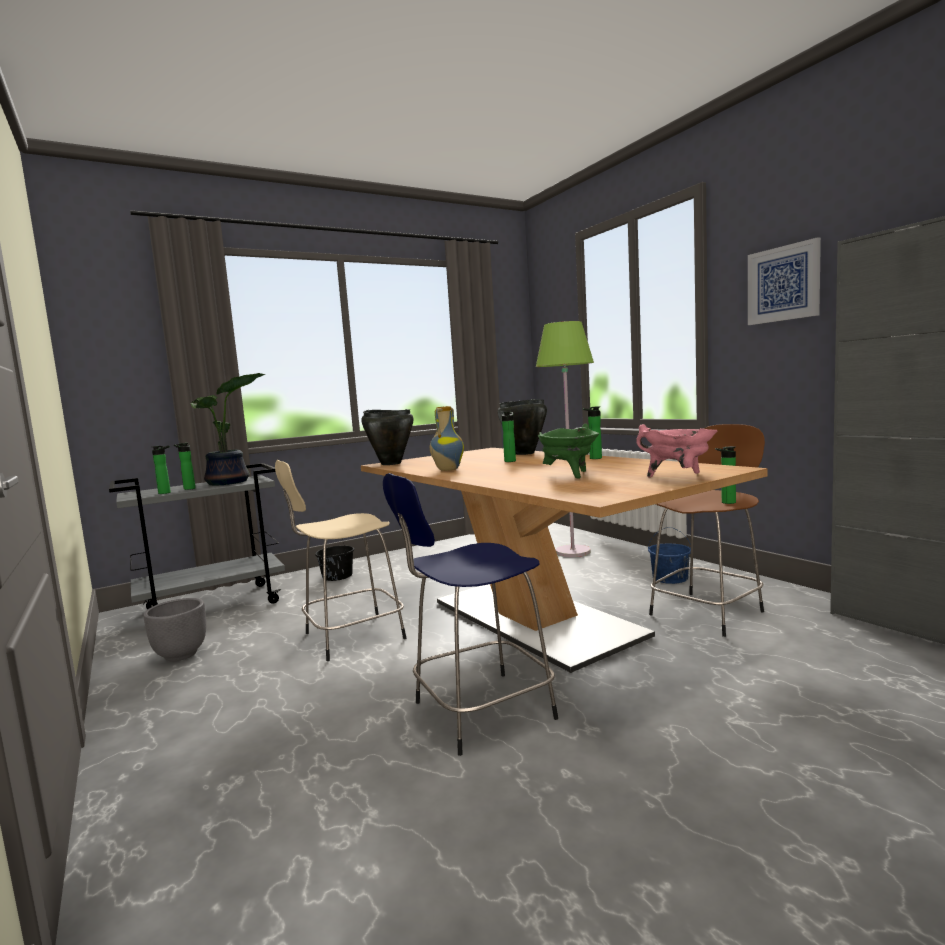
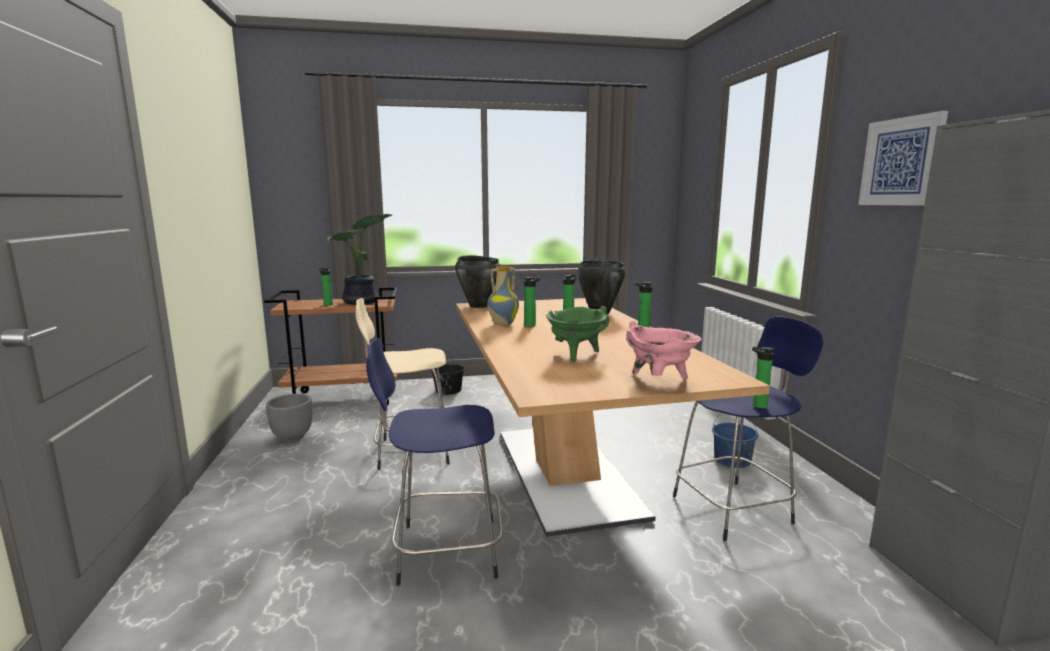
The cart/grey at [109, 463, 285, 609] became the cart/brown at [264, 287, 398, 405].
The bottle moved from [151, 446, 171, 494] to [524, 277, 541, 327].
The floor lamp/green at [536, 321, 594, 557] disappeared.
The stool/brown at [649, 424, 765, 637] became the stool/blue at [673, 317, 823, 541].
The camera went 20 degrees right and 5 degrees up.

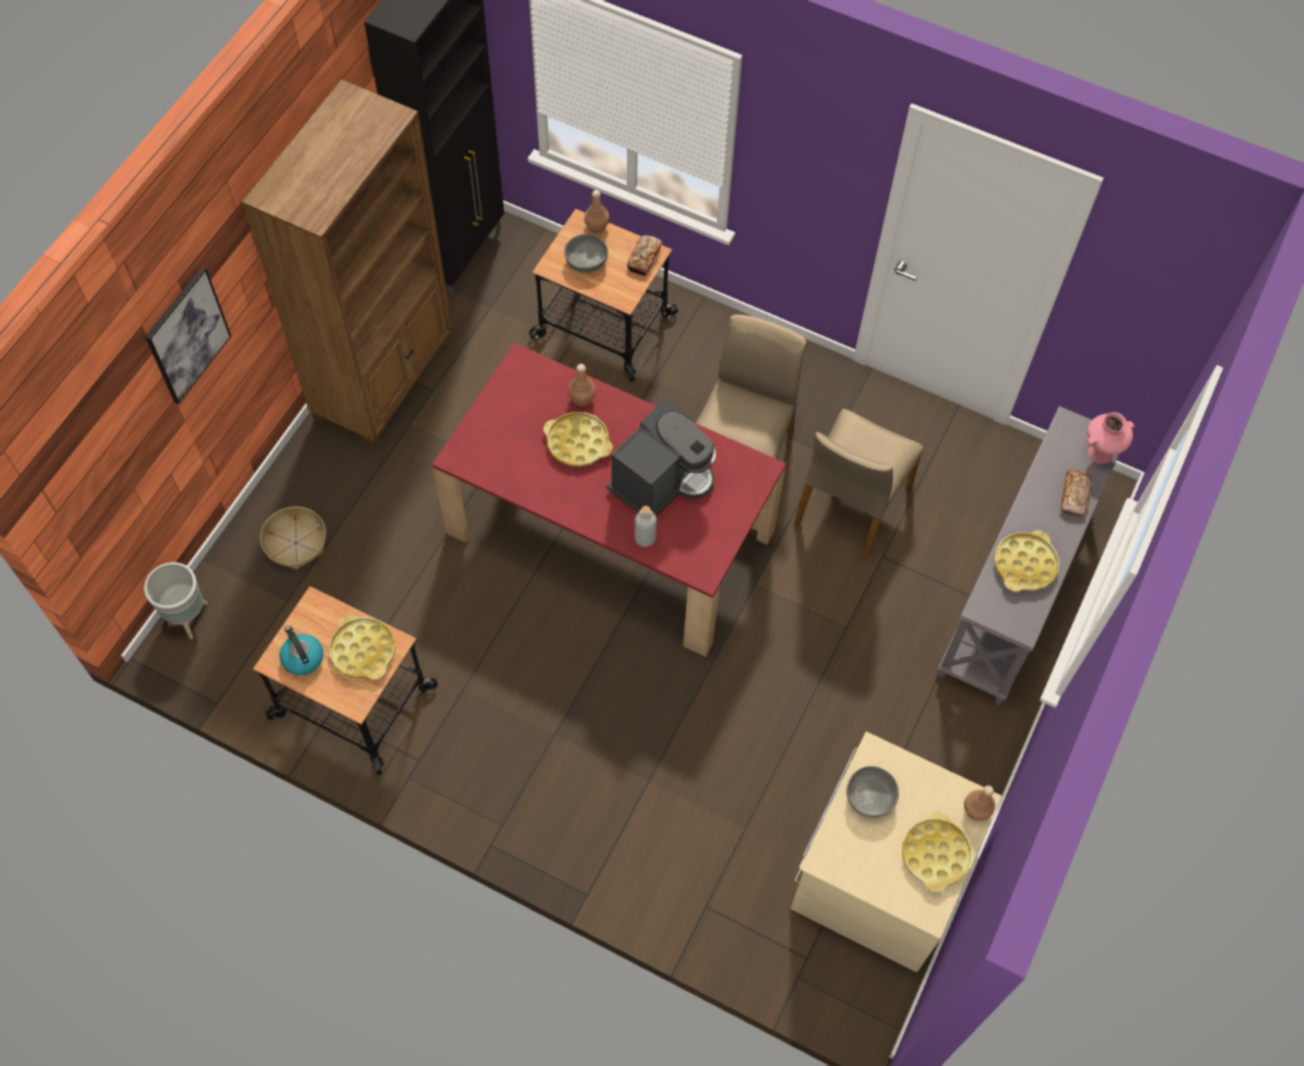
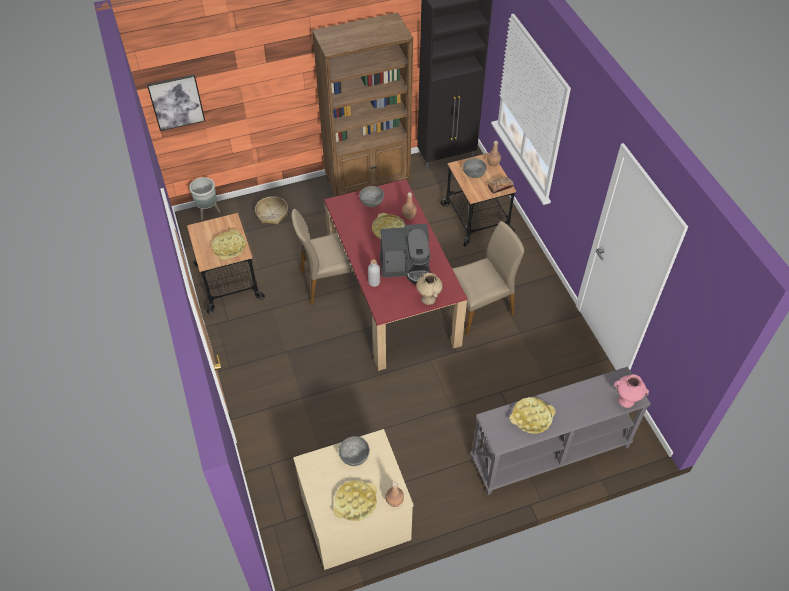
The picture moved from [145, 266, 232, 404] to [147, 74, 205, 131].
The kettle at [280, 626, 323, 675] disappeared.
The chair/beige moved from [794, 409, 923, 559] to [291, 209, 363, 305].
The bread at [1061, 470, 1092, 517] disappeared.
The bowl/grey at [359, 186, 384, 207] appeared.
The vase/beige at [416, 273, 443, 305] appeared.
The camera went 45 degrees right and 10 degrees down.

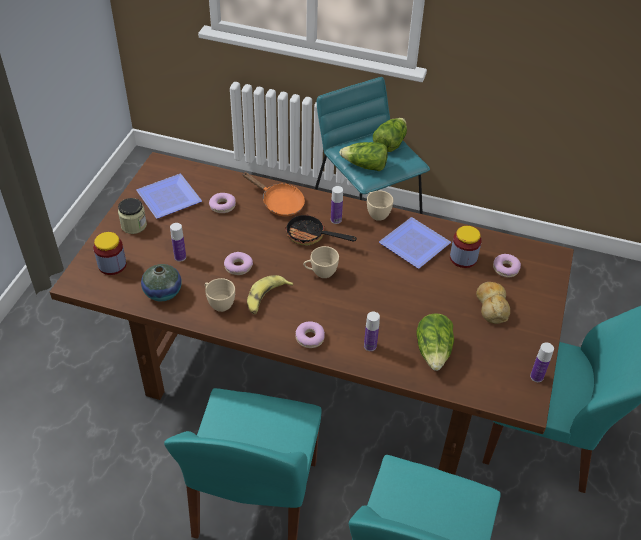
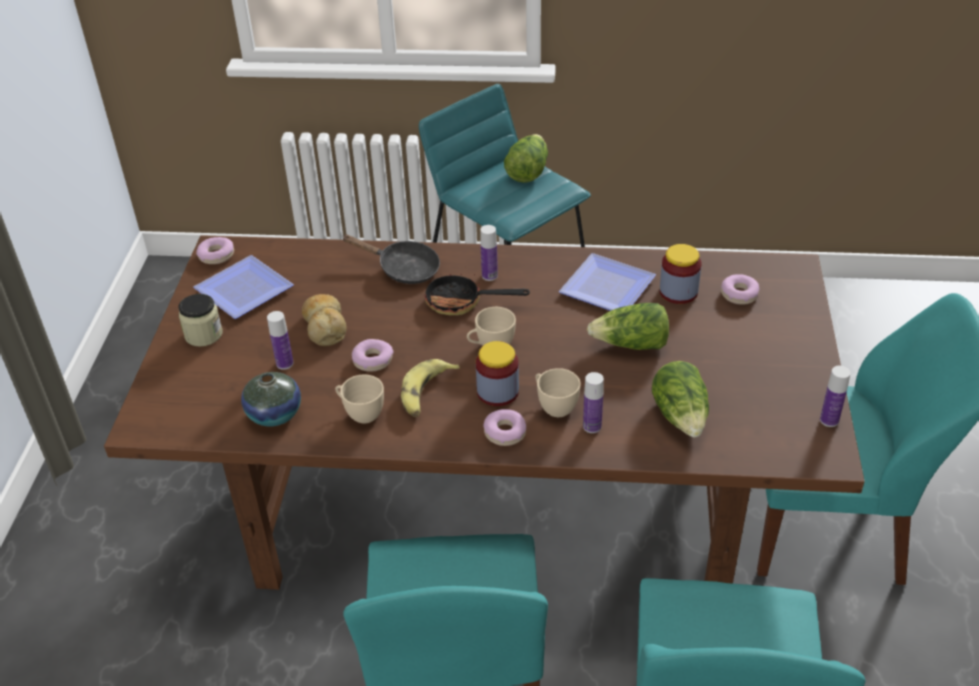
The jar moved from [93, 232, 127, 275] to [476, 341, 519, 406].
The donut moved from [209, 193, 236, 213] to [196, 237, 234, 264].
The frying pan/orange at [242, 172, 305, 216] became the frying pan/black at [342, 235, 440, 284].
The lettuce moved from [339, 142, 388, 171] to [587, 303, 669, 350].
The cup/beige moved from [367, 191, 394, 221] to [535, 368, 581, 417].
The bread moved from [476, 282, 510, 324] to [302, 294, 347, 346].
The camera went 10 degrees left and 5 degrees down.

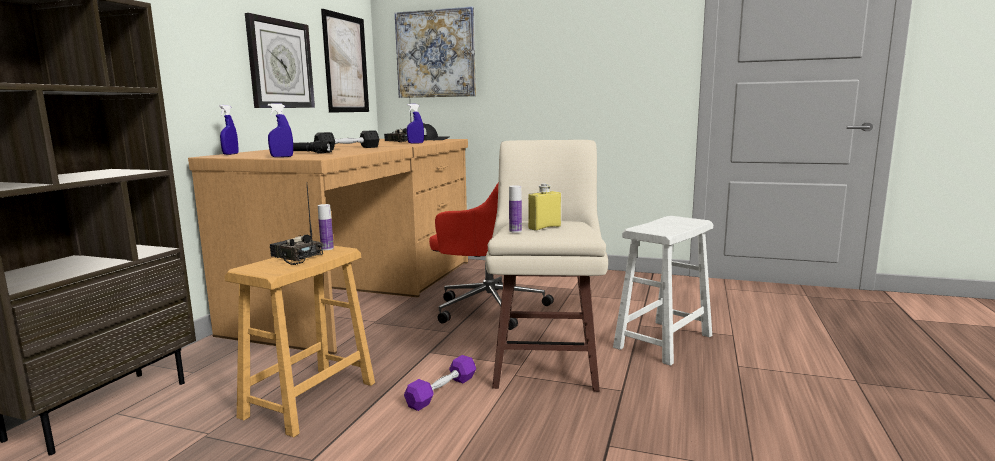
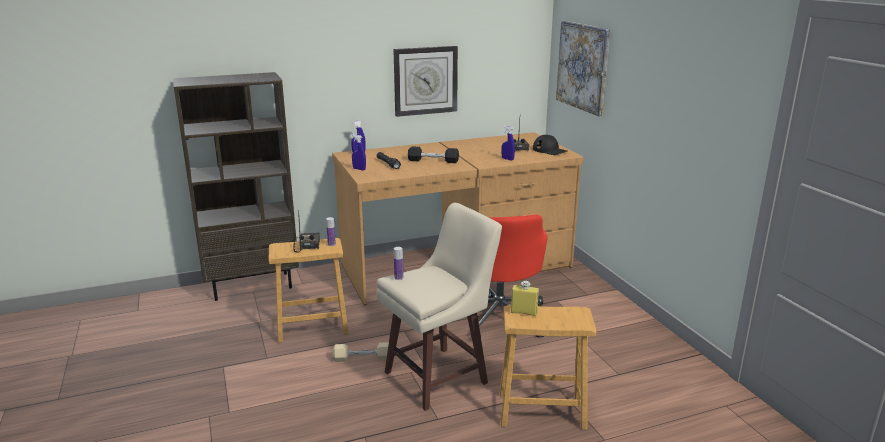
The picture at [321, 9, 369, 113] disappeared.
The dumbbell/purple at [404, 355, 476, 411] became the dumbbell/beige at [333, 342, 389, 362].
The bottle/yellow moved from [528, 183, 561, 231] to [511, 281, 539, 316].
The stool/white at [613, 216, 713, 366] became the stool/brown at [500, 305, 596, 430].
The camera went 50 degrees right and 10 degrees up.

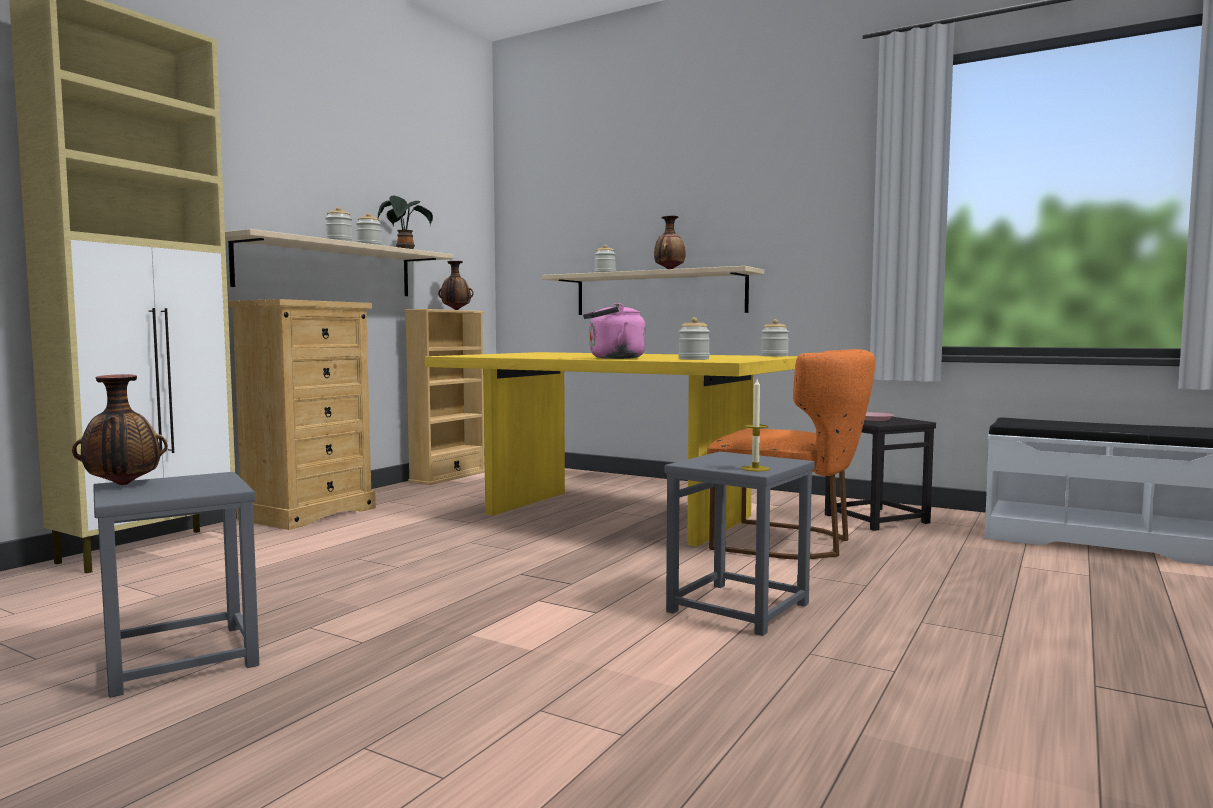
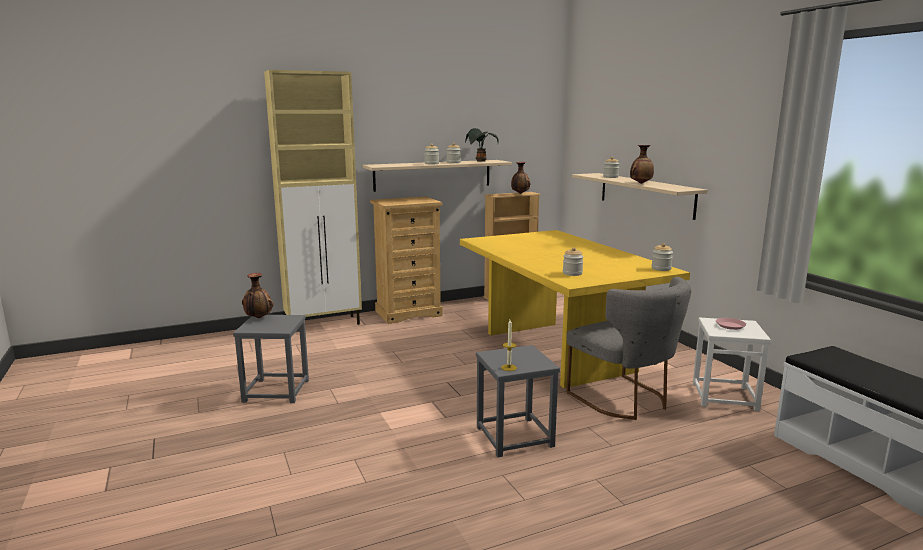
The kettle/pink at [583, 303, 646, 359] disappeared.
The chair/orange at [707, 349, 875, 559] became the chair/grey at [566, 277, 691, 420].
The stool/black at [825, 417, 936, 531] became the stool/white at [693, 318, 771, 411].
The camera went 35 degrees right and 10 degrees up.

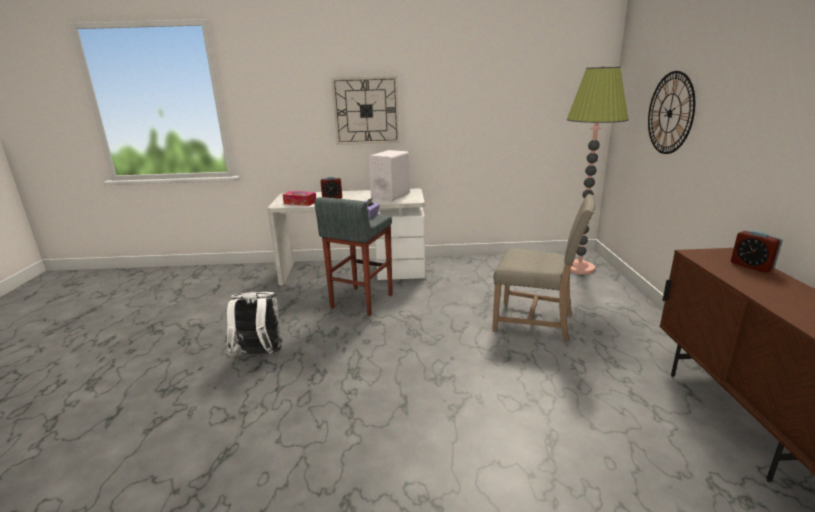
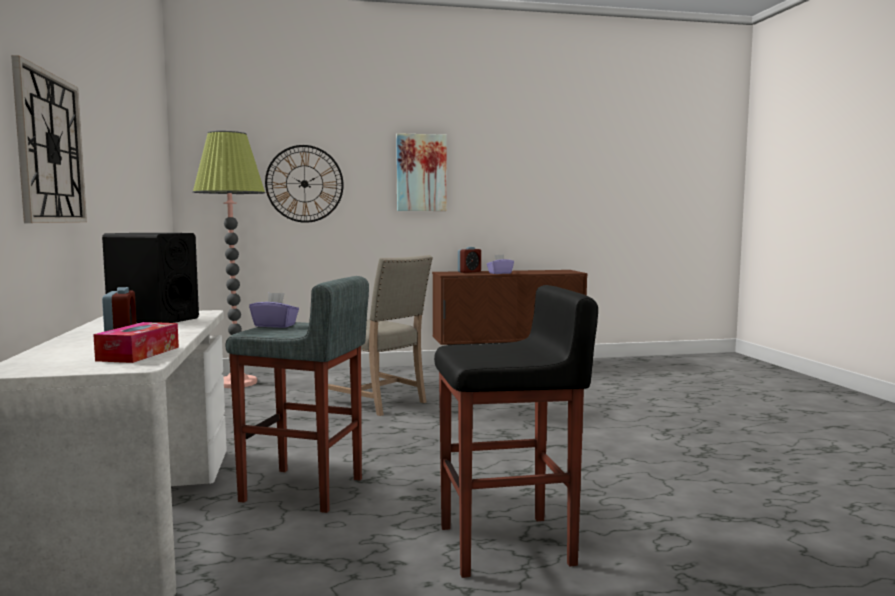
The backpack/white at [227, 292, 282, 355] was replaced by the stool/black at [434, 285, 598, 578].
The speaker/white at [369, 150, 410, 201] became the speaker/black at [102, 233, 199, 323].
The chair/beige at [492, 194, 595, 341] turned 120 degrees clockwise.
The picture at [396, 133, 447, 211] appeared.
The tissue box/purple at [487, 254, 514, 274] appeared.
The camera went 100 degrees left and 15 degrees down.

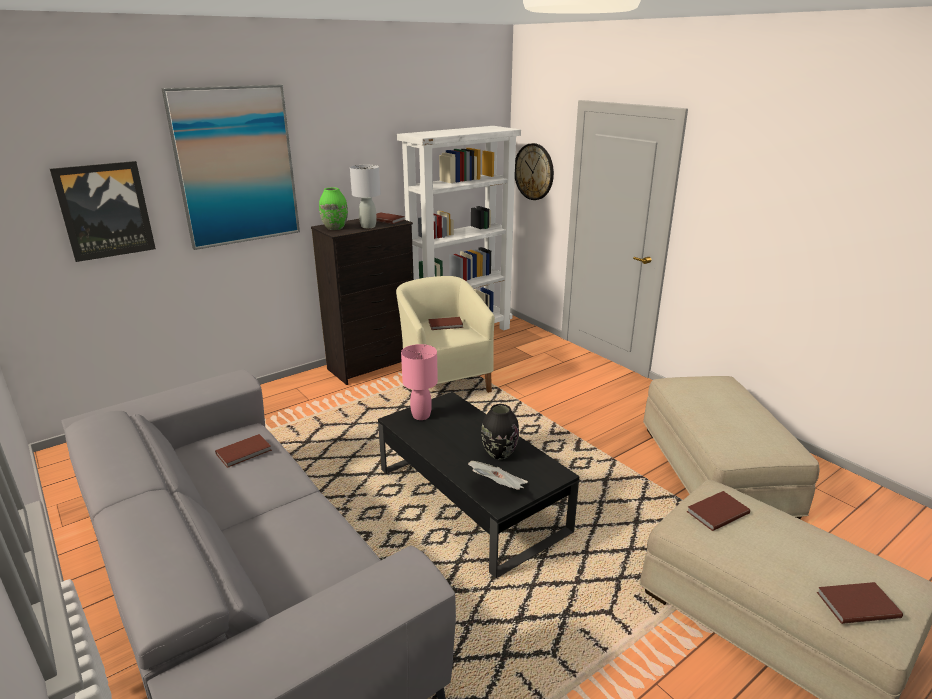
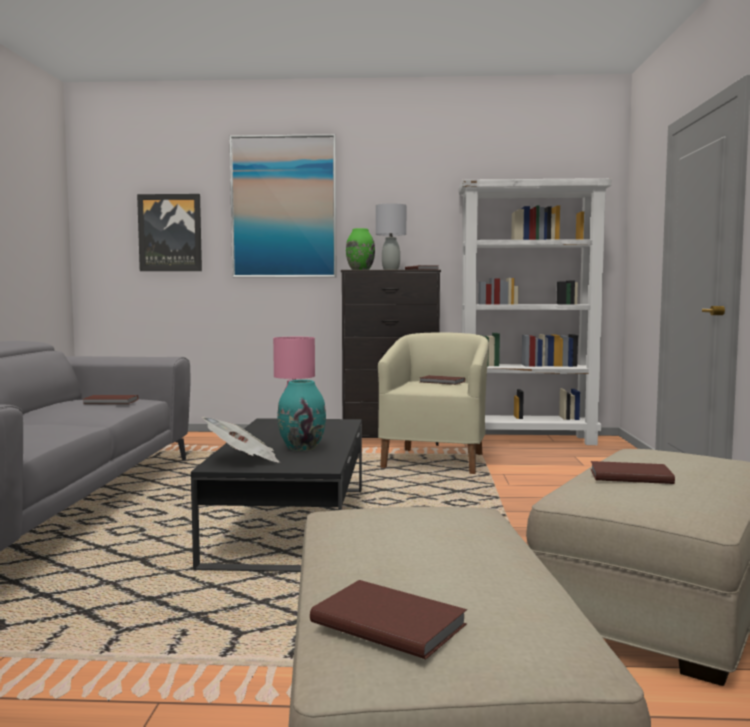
The vase/black at [481, 404, 519, 459] became the vase/turquoise at [277, 380, 326, 451].
The wall clock at [515, 143, 554, 200] disappeared.
The book/brown moved from [687, 491, 750, 531] to [591, 461, 675, 484].
The camera went 40 degrees right and 20 degrees down.

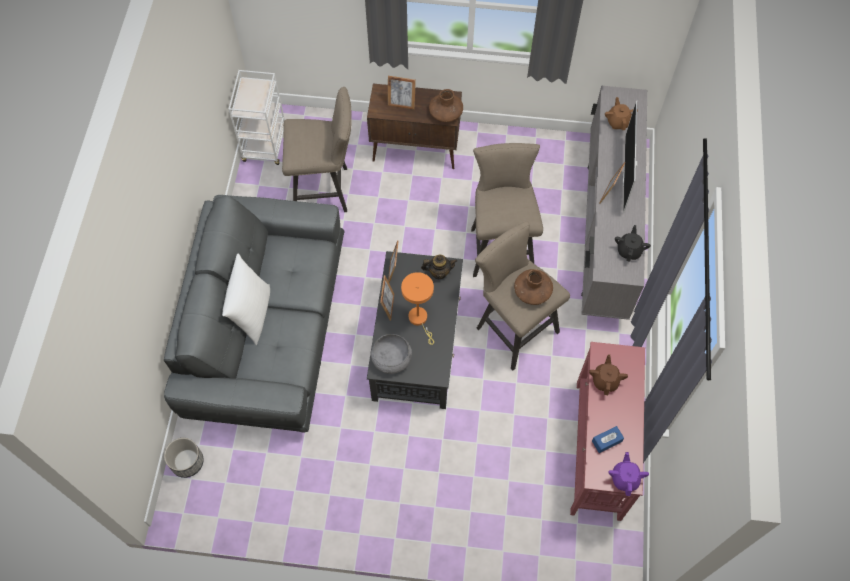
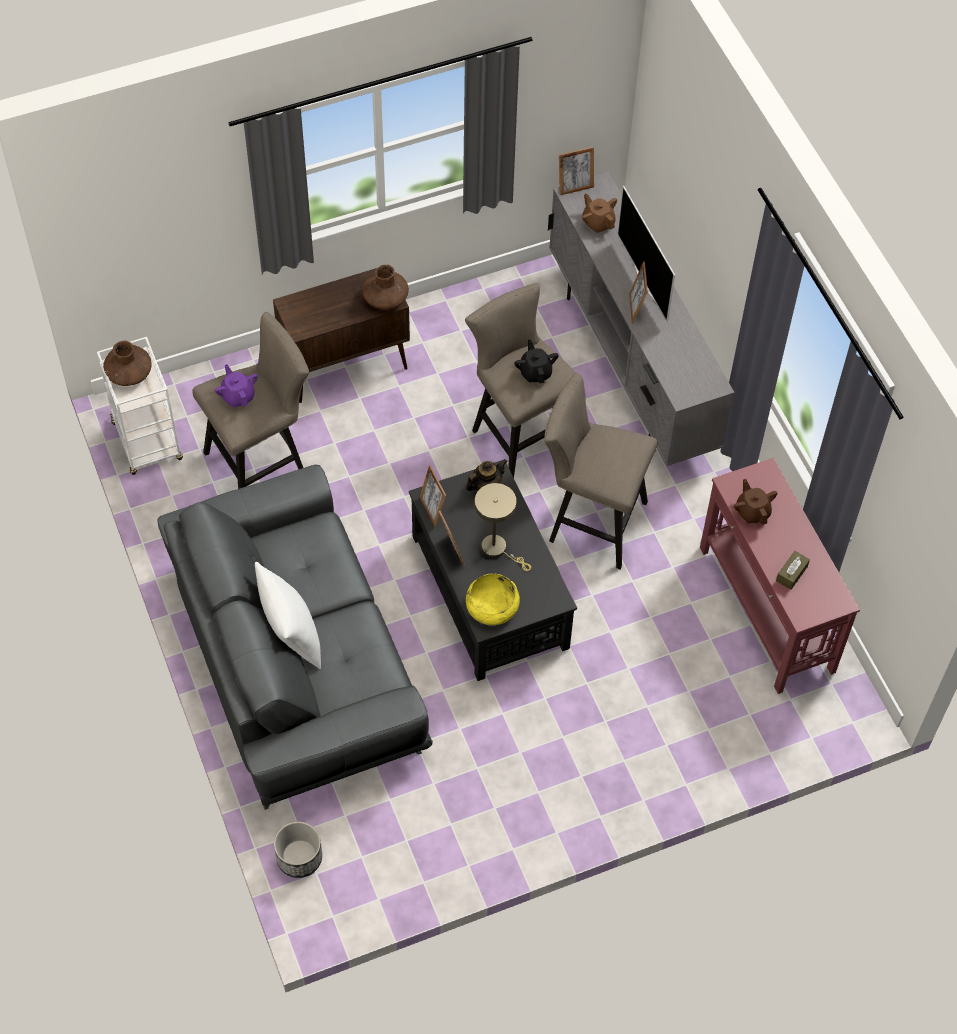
The bowl/grey at [371, 334, 412, 374] became the bowl/yellow at [466, 573, 520, 625].
The picture frame moved from [388, 76, 416, 110] to [559, 147, 594, 195].
The table lamp/orange at [401, 272, 434, 345] became the table lamp/beige at [475, 483, 531, 571].
The vase/brown moved from [514, 269, 553, 305] to [103, 341, 152, 386].
The tissue box/blue at [592, 426, 624, 453] became the tissue box/brown at [776, 551, 810, 590].
The teapot/purple moved from [609, 452, 649, 496] to [215, 364, 258, 407].
The teapot/black moved from [615, 225, 651, 262] to [514, 339, 559, 383].
The camera went 30 degrees left and 5 degrees down.

